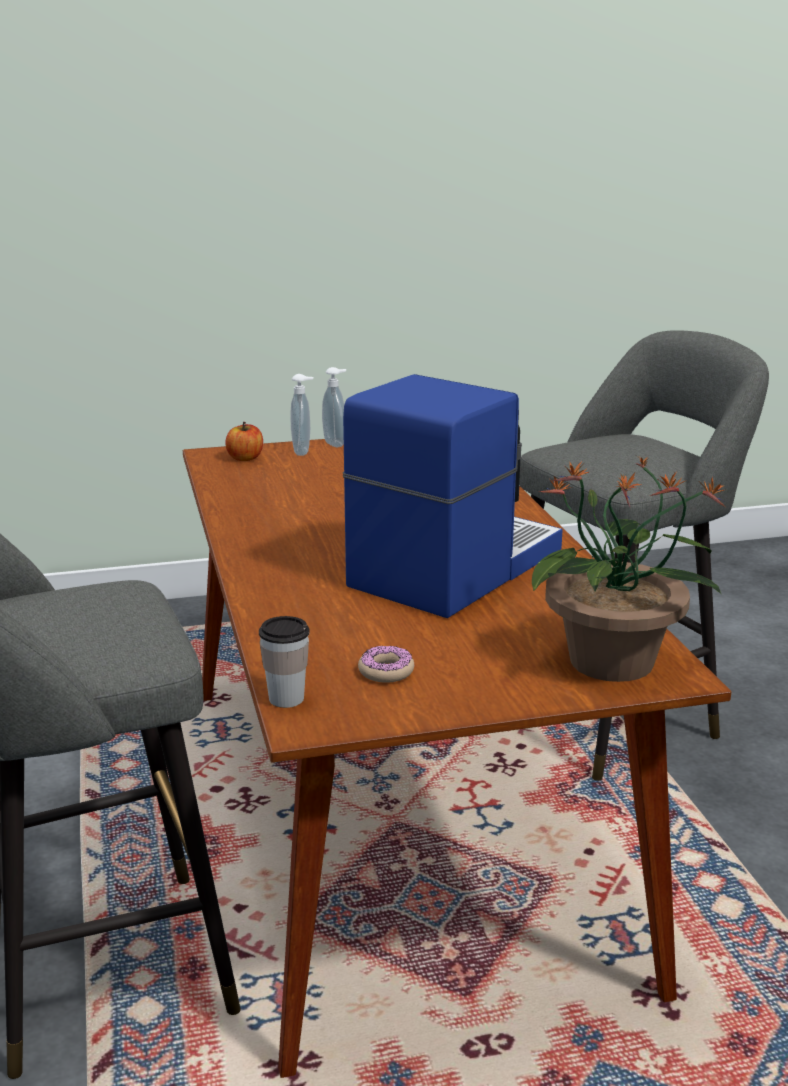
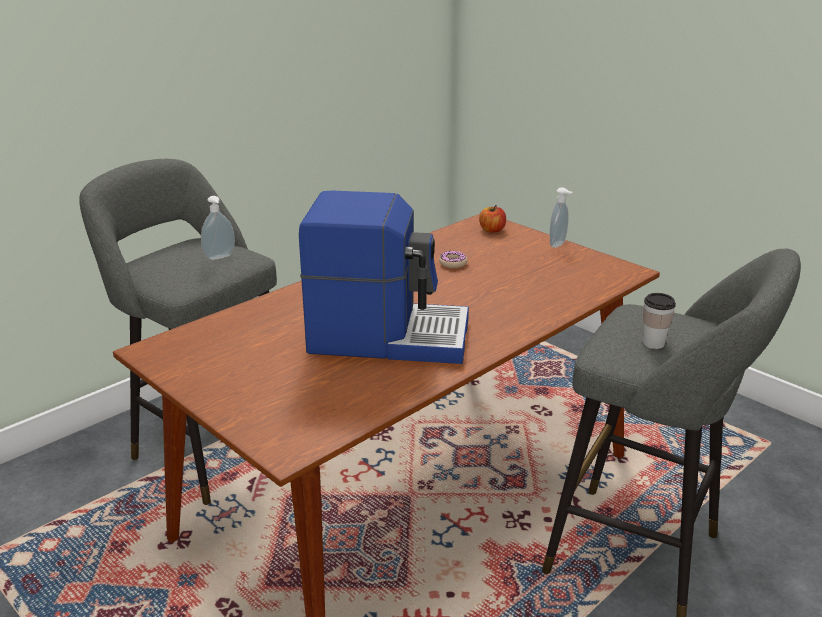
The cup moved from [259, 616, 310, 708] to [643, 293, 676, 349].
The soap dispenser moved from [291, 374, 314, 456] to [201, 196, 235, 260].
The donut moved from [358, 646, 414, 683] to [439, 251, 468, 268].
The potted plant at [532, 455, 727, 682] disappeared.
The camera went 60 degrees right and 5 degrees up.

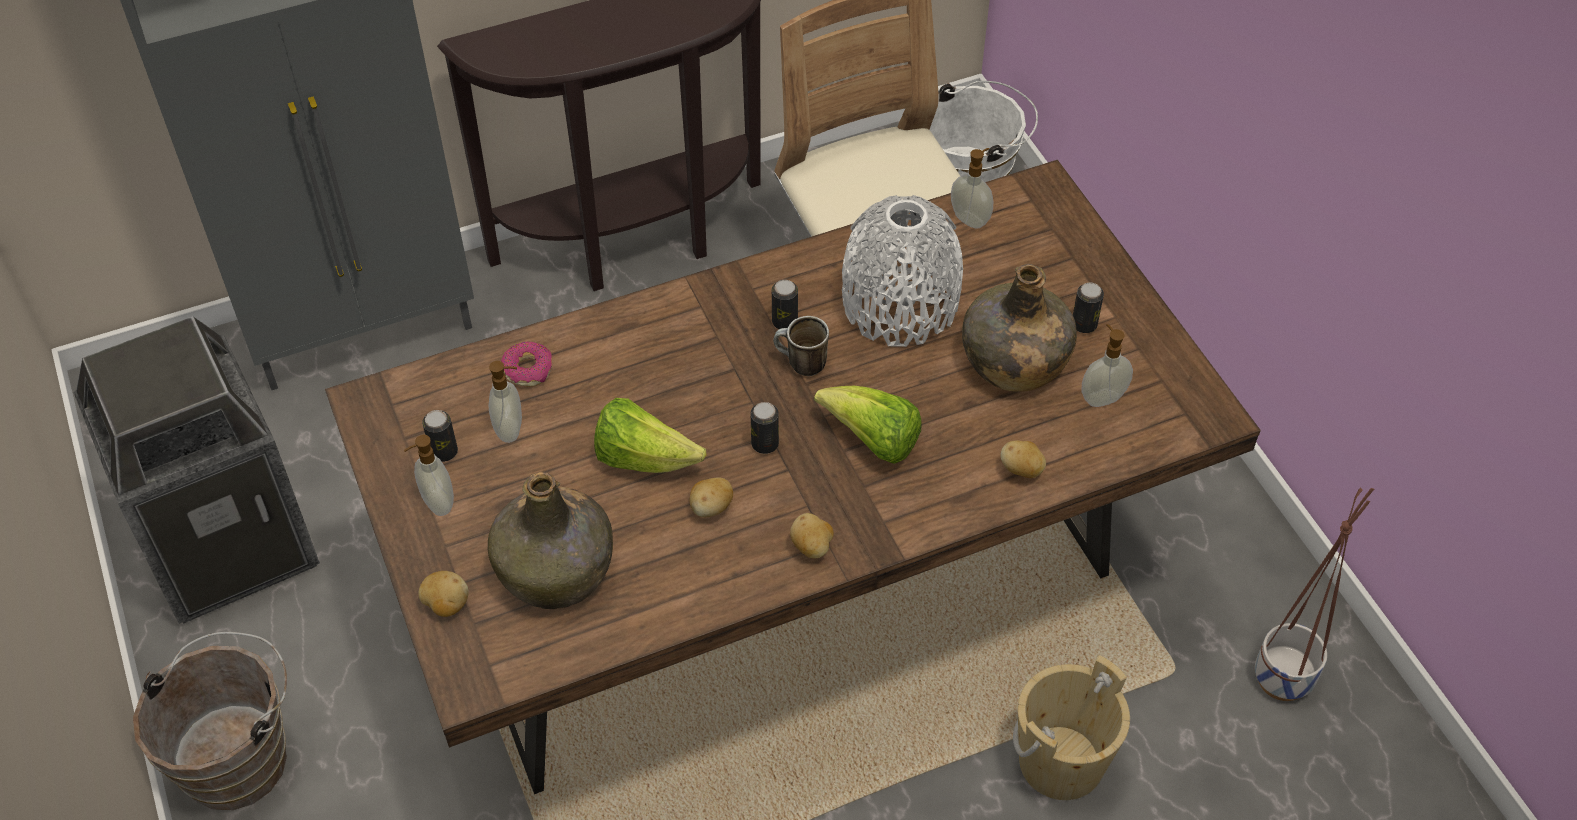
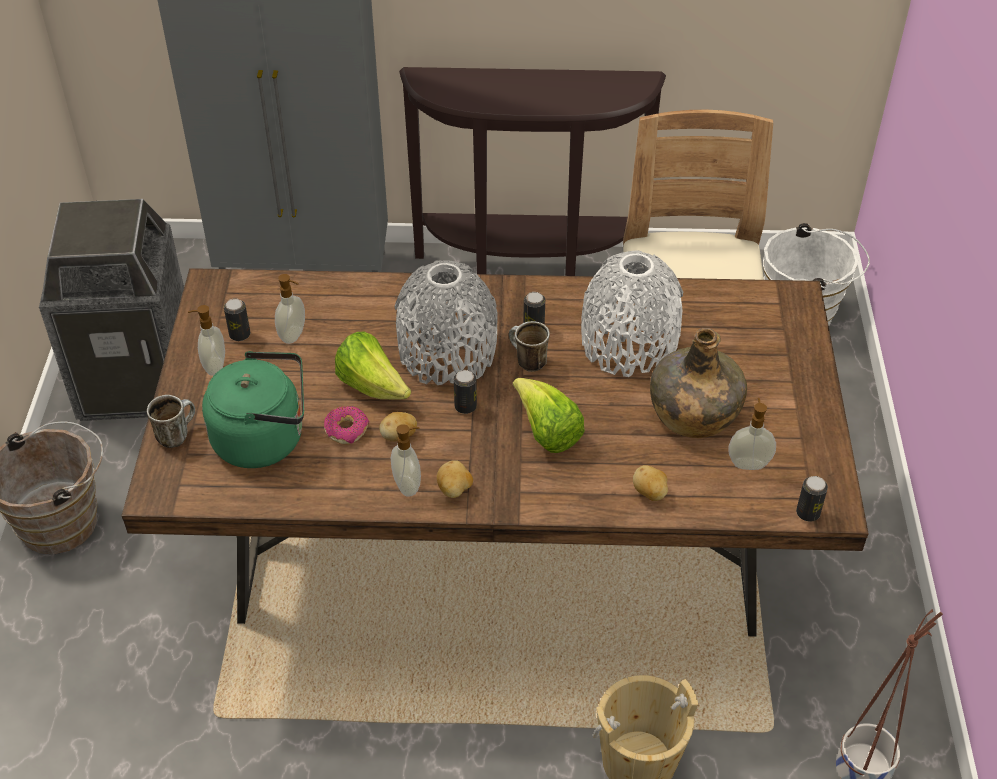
The potato at [418, 571, 468, 617] was replaced by the mug at [147, 395, 195, 448].
The bottle/green at [488, 472, 613, 609] was replaced by the kettle/green at [202, 351, 304, 468].
The donut moved from [501, 341, 552, 387] to [324, 406, 369, 444].
The soap dispenser moved from [951, 148, 993, 229] to [391, 424, 421, 497].
The can moved from [1073, 282, 1104, 333] to [796, 476, 828, 522].
The vase/grey at [395, 260, 498, 385] appeared.
The camera went 25 degrees right and 5 degrees down.

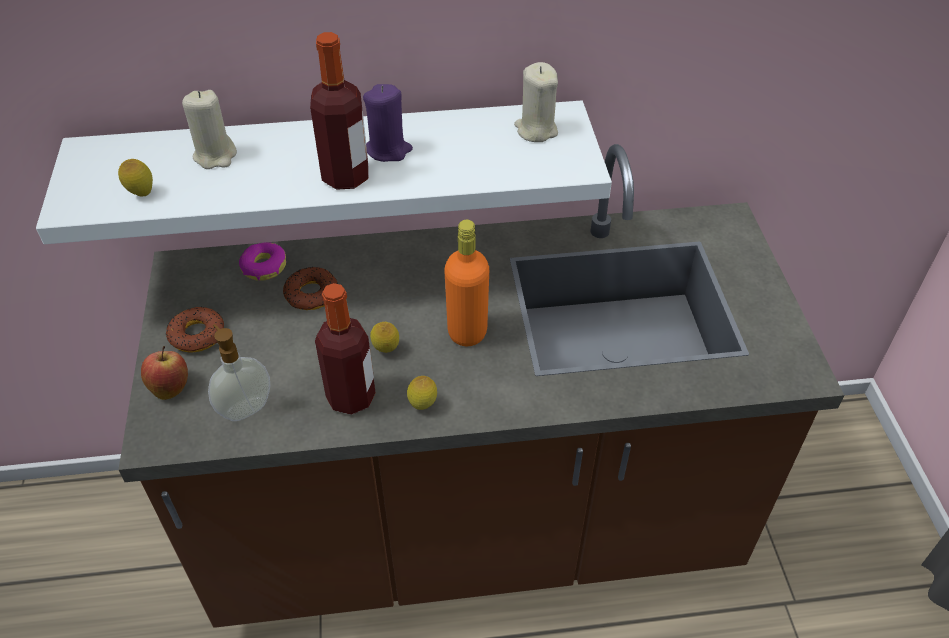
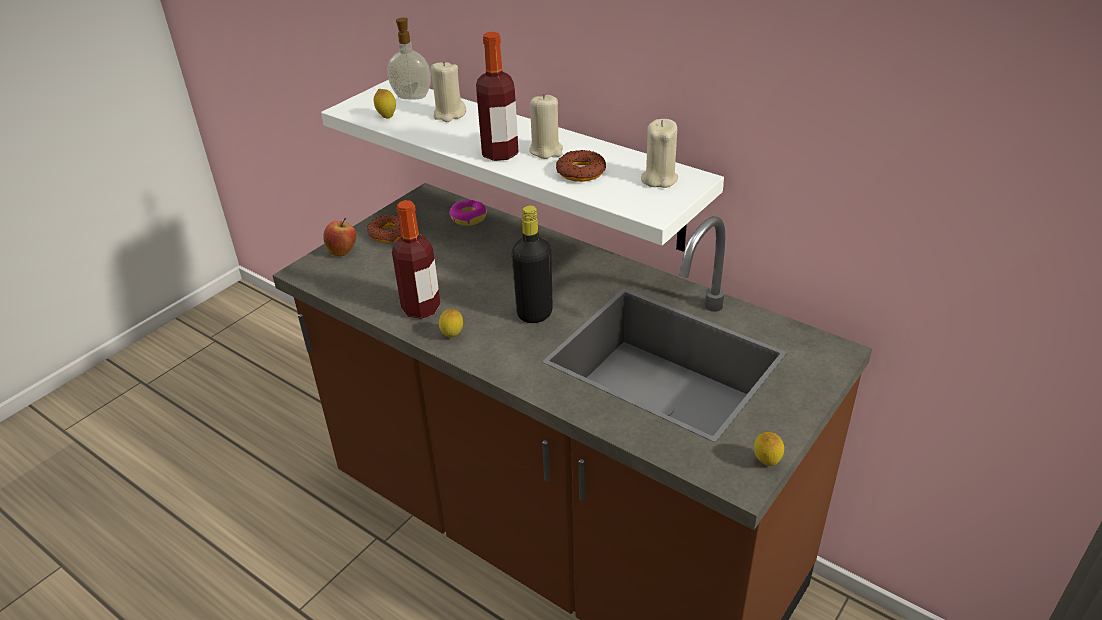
The soap dispenser moved from [208, 324, 270, 421] to [387, 18, 431, 99].
The donut moved from [283, 266, 338, 310] to [556, 150, 606, 182].
The candle/purple at [363, 84, 413, 162] became the candle/beige at [529, 94, 563, 159].
The lemon moved from [370, 322, 399, 353] to [754, 432, 784, 466].
The bottle/orange at [445, 220, 489, 346] became the bottle/black at [512, 206, 553, 323].
The camera went 45 degrees right and 10 degrees down.

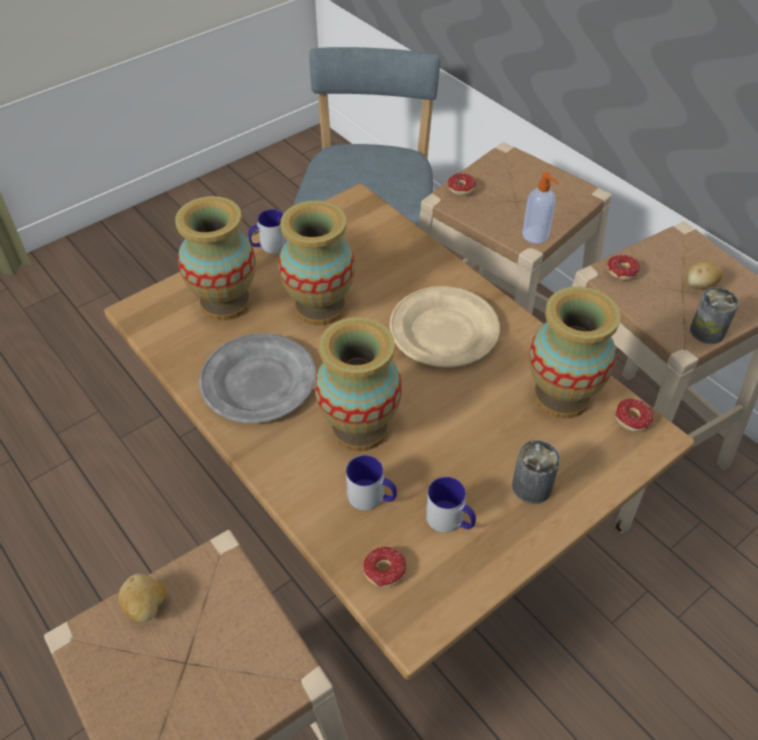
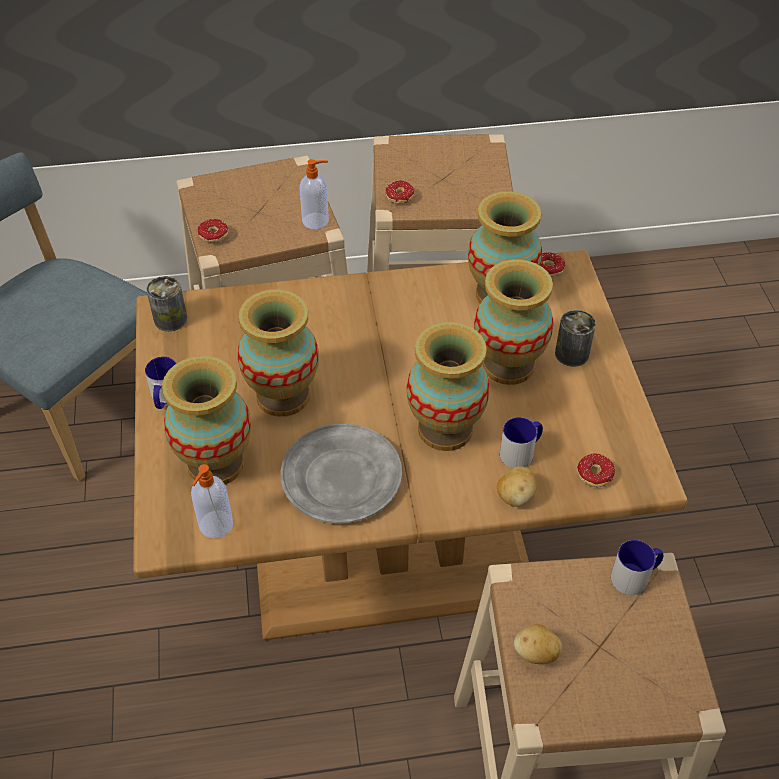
The plate/beige at [389, 286, 500, 367] disappeared.
The mug moved from [426, 477, 476, 533] to [611, 540, 663, 595].
The potato moved from [686, 261, 723, 289] to [497, 466, 537, 507].
The can moved from [690, 287, 739, 344] to [147, 276, 187, 331].
The soap dispenser at [191, 464, 233, 539] appeared.
The vase at [474, 259, 553, 385] appeared.
The camera went 60 degrees left and 0 degrees up.

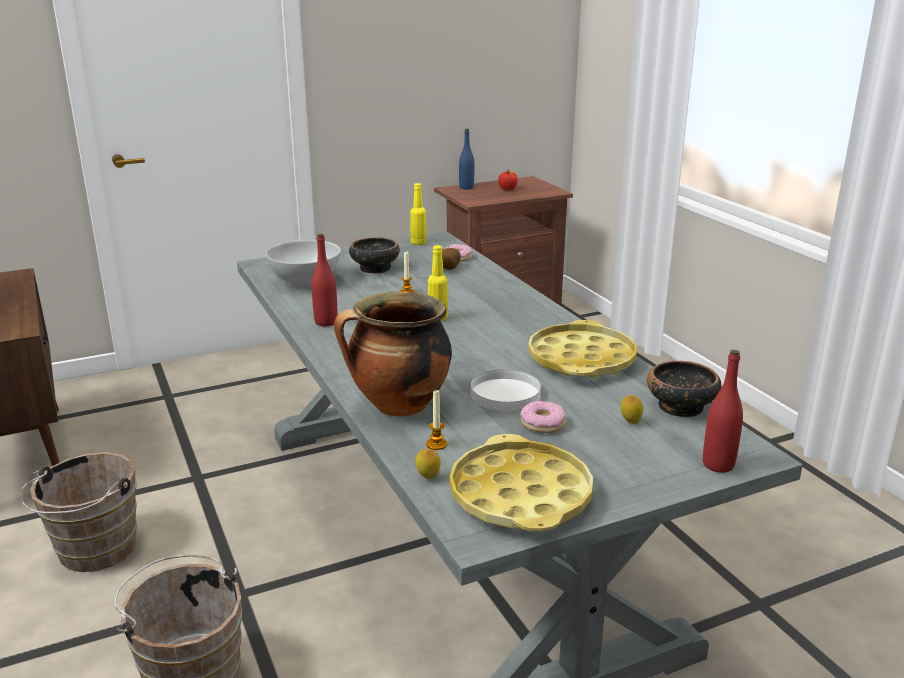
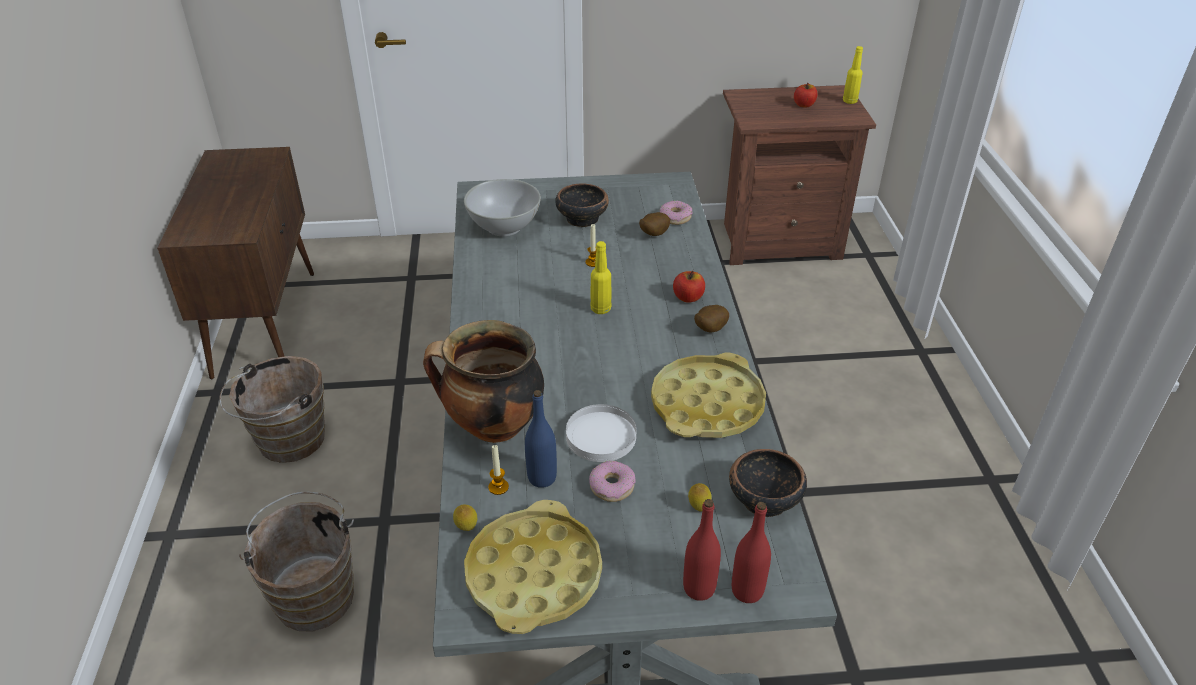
The bottle/red moved from [312, 234, 338, 326] to [683, 499, 721, 601].
The bottle/yellow moved from [410, 183, 427, 245] to [843, 46, 863, 104].
The bottle/blue moved from [459, 129, 475, 189] to [525, 390, 557, 488].
The apple at [673, 271, 705, 303] appeared.
The potato at [694, 305, 729, 333] appeared.
The camera went 20 degrees right and 15 degrees up.

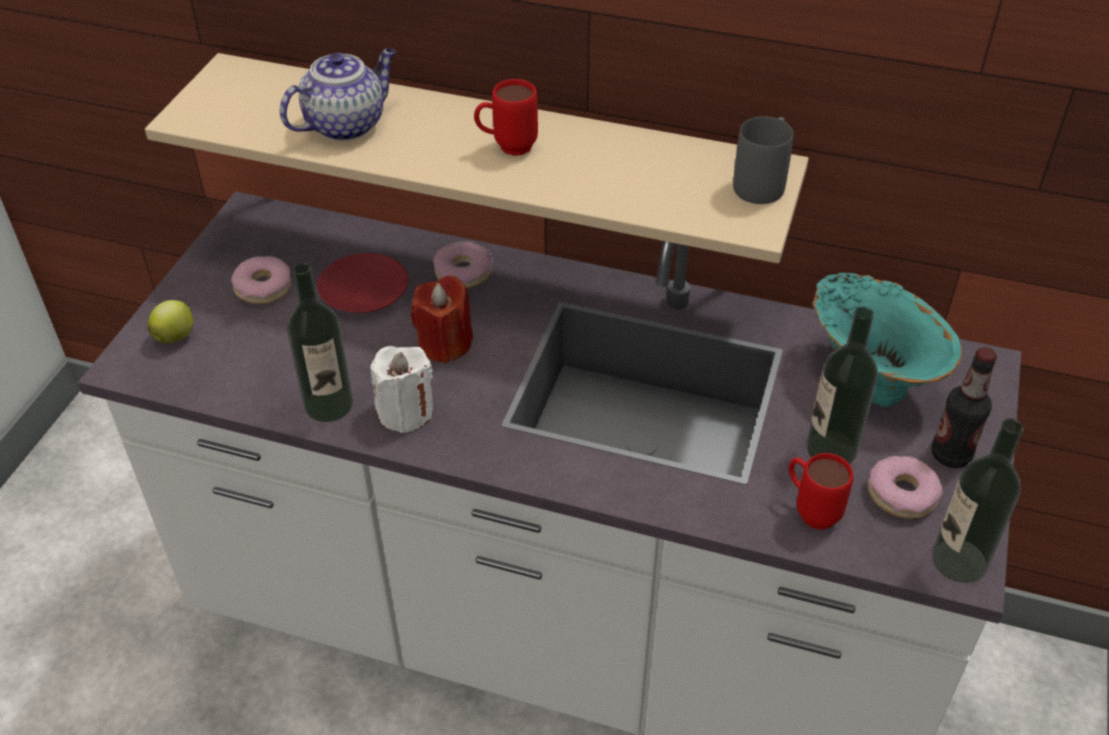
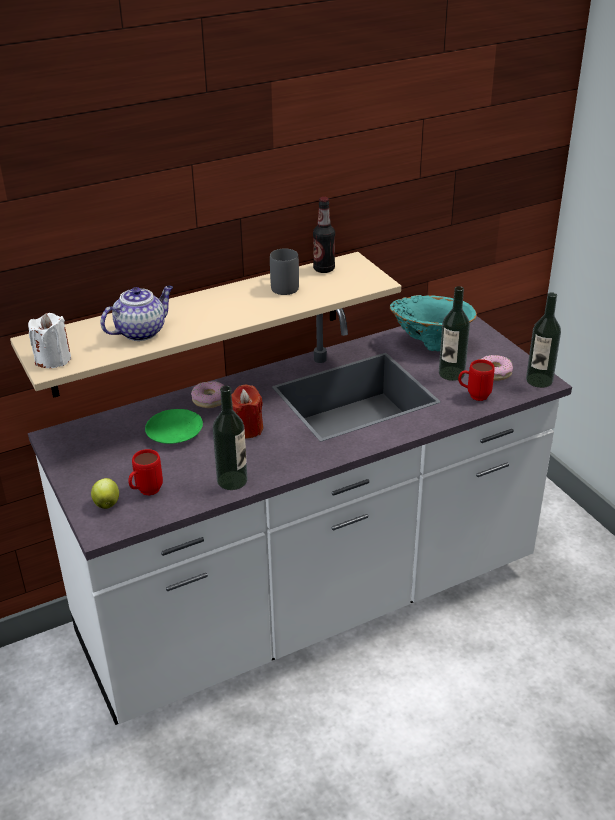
The donut at [231, 256, 292, 304] disappeared.
The teapot at [280, 48, 396, 141] turned 45 degrees clockwise.
The plate/red at [317, 253, 409, 313] became the plate/green at [145, 409, 203, 444].
The candle/white moved from [370, 346, 433, 433] to [28, 313, 71, 368].
The mug/red moved from [474, 79, 538, 156] to [128, 449, 163, 496].
The mug/grey moved from [733, 116, 793, 204] to [270, 248, 299, 295].
The bottle moved from [931, 347, 997, 468] to [313, 197, 335, 273].
The camera went 45 degrees left and 10 degrees down.

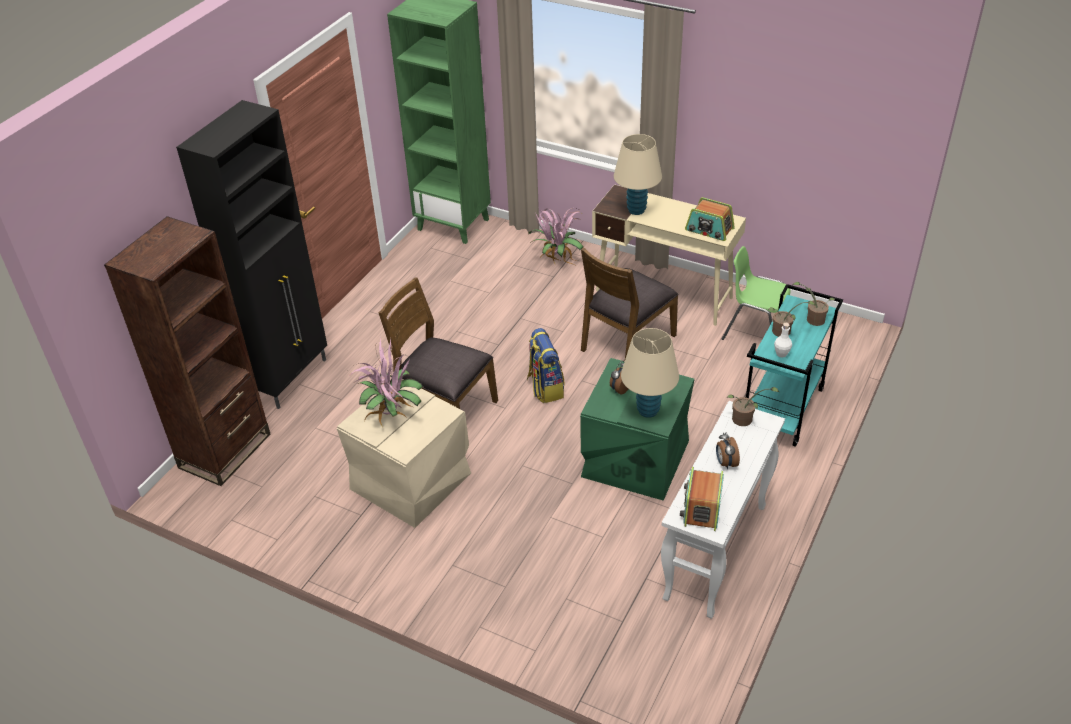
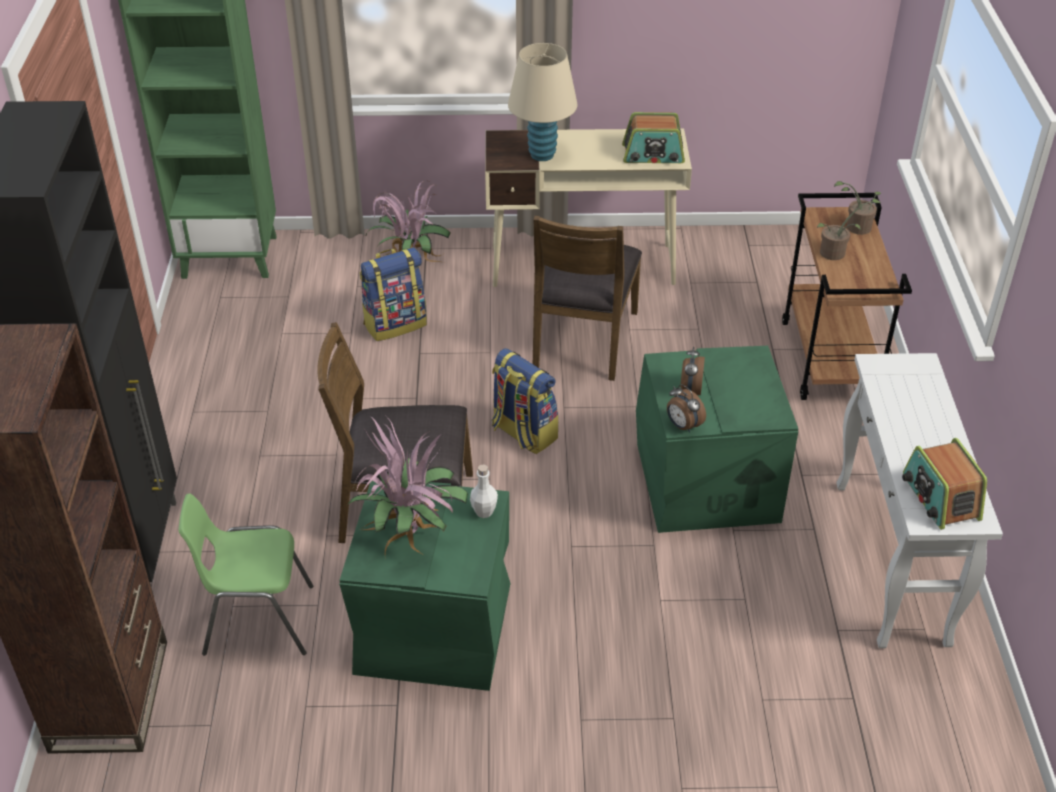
The storage box/beige at [337, 379, 471, 528] became the storage box/green at [339, 478, 511, 691].
The table lamp/beige at [621, 328, 679, 418] disappeared.
The alarm clock moved from [716, 432, 740, 469] to [667, 384, 706, 432].
The chair/green moved from [722, 246, 791, 340] to [179, 493, 313, 656].
The potted plant at [726, 387, 779, 426] disappeared.
The cart/turquoise at [745, 284, 843, 447] became the cart/brown at [782, 193, 912, 400].
The bottle/white moved from [774, 323, 792, 358] to [470, 464, 498, 518].
The backpack at [360, 247, 427, 341] appeared.
The camera went 30 degrees left and 0 degrees up.

